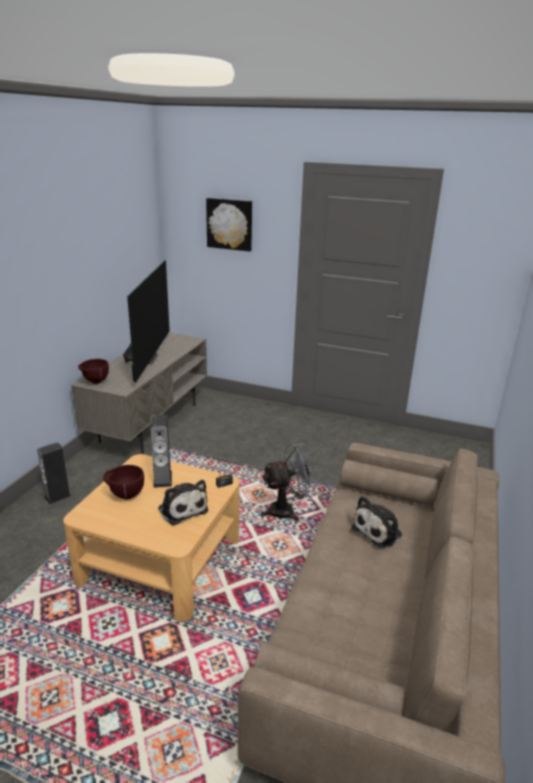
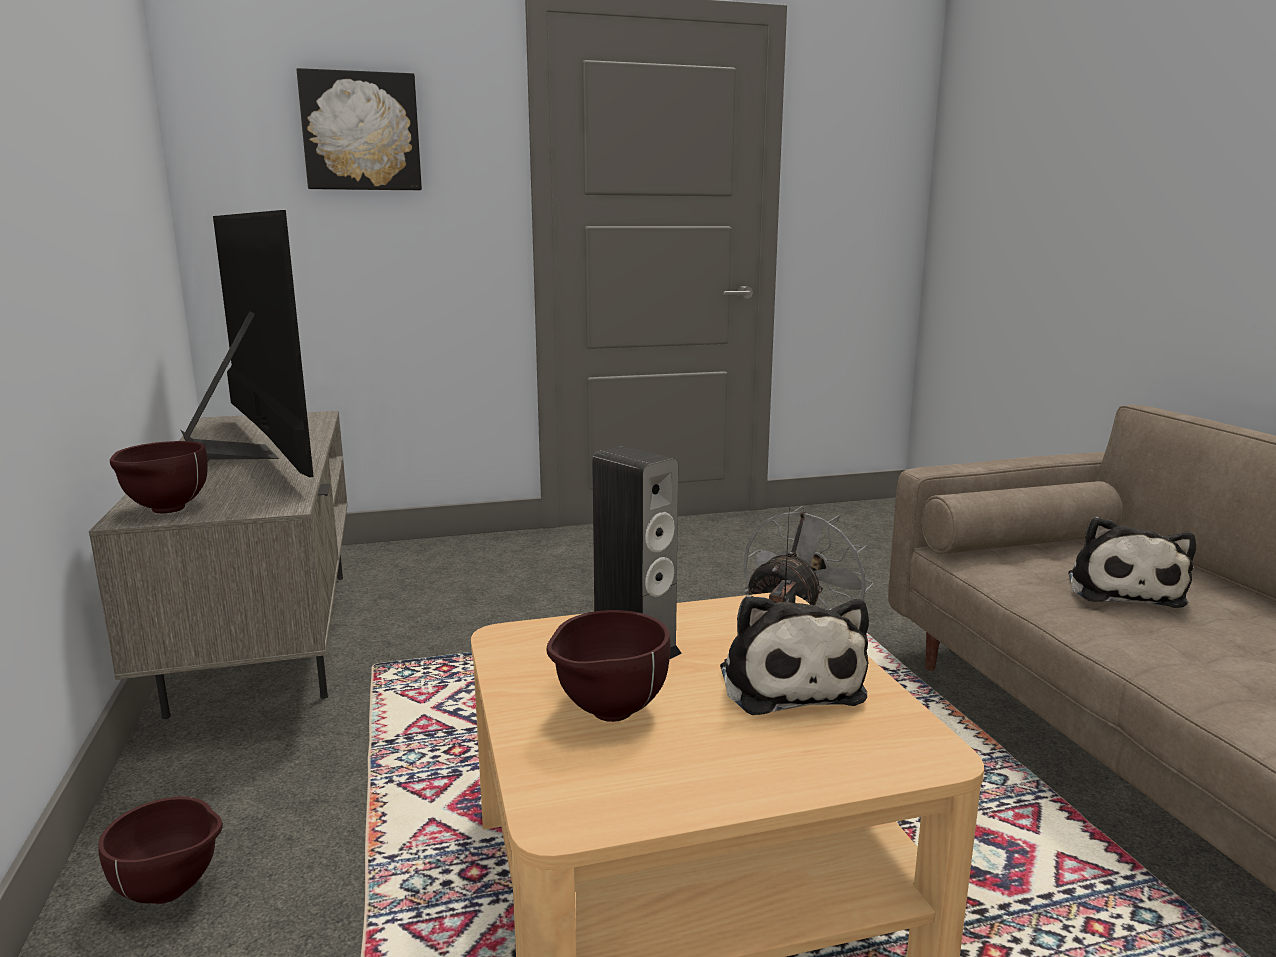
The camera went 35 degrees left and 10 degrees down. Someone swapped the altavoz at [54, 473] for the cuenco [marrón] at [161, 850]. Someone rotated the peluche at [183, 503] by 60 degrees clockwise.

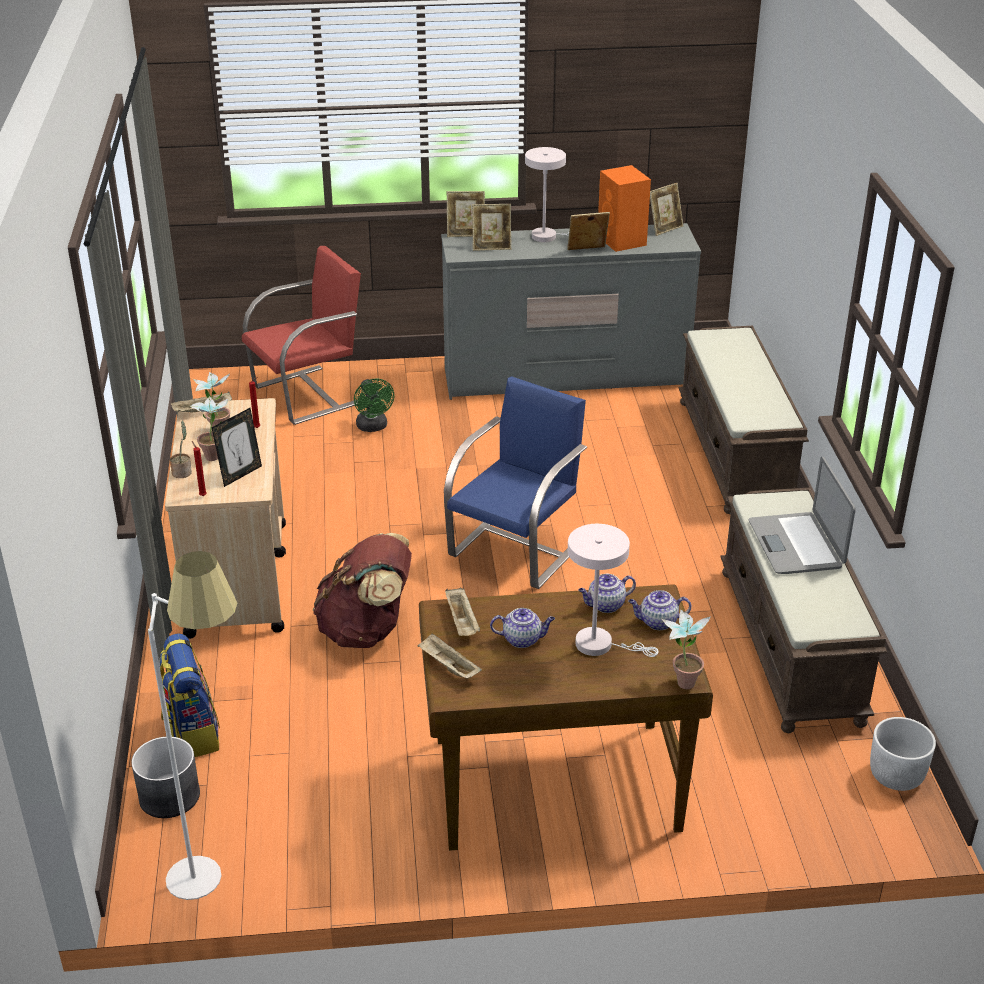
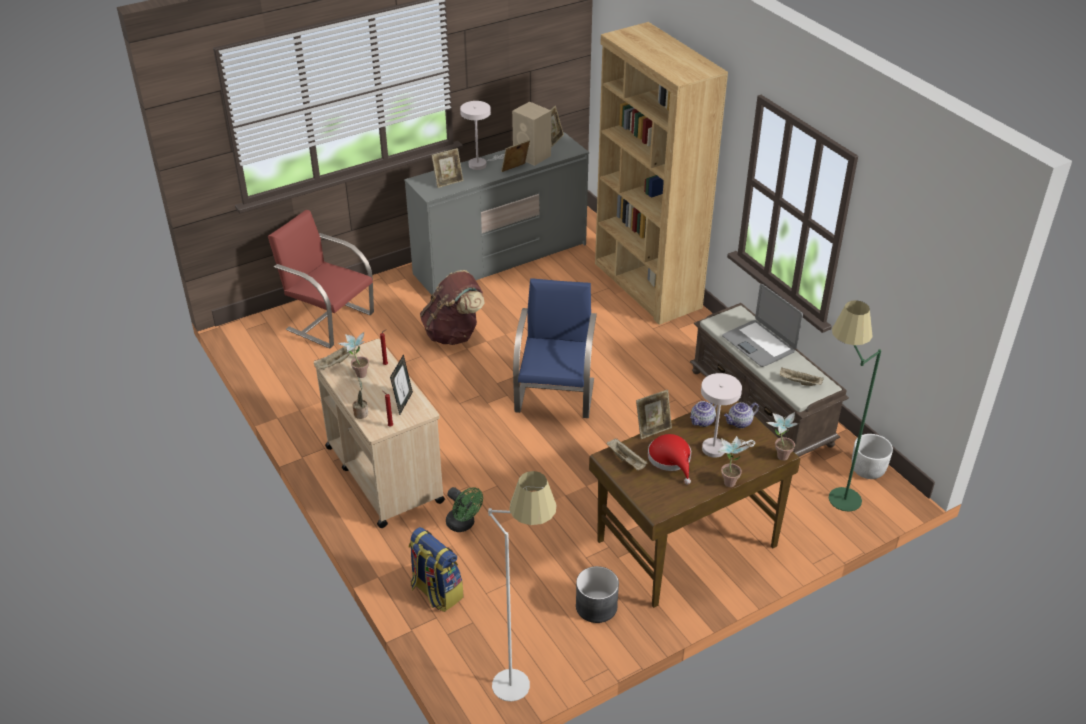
The camera went 25 degrees left and 5 degrees up. Someone rotated the silla [rojo] at [301, 335] by 90 degrees counterclockwise. Someone carried the mochila [marrón] from [362, 590] to [452, 307]. Someone carried the ventilador [verde] from [374, 405] to [464, 509]. Someone repainted the altavoz [naranja] at [624, 208], which became the altavoz [beis] at [531, 134]. Someone carried the maceta [gris] from [165, 777] to [597, 594]. Someone swapped the banco [marrón] at [744, 420] for the estantería [marrón] at [661, 173]. Someone carried the portarretratos from [466, 214] to [654, 414]. Someone swapped the tetera at [522, 628] for the sombrero [rojo] at [669, 459]. Someone carried the planta en maceta from [209, 428] to [734, 461]. Someone carried the bandeja [beis] from [450, 655] to [802, 376]. Someone put down the lámpara de pie [verde] at [855, 406].

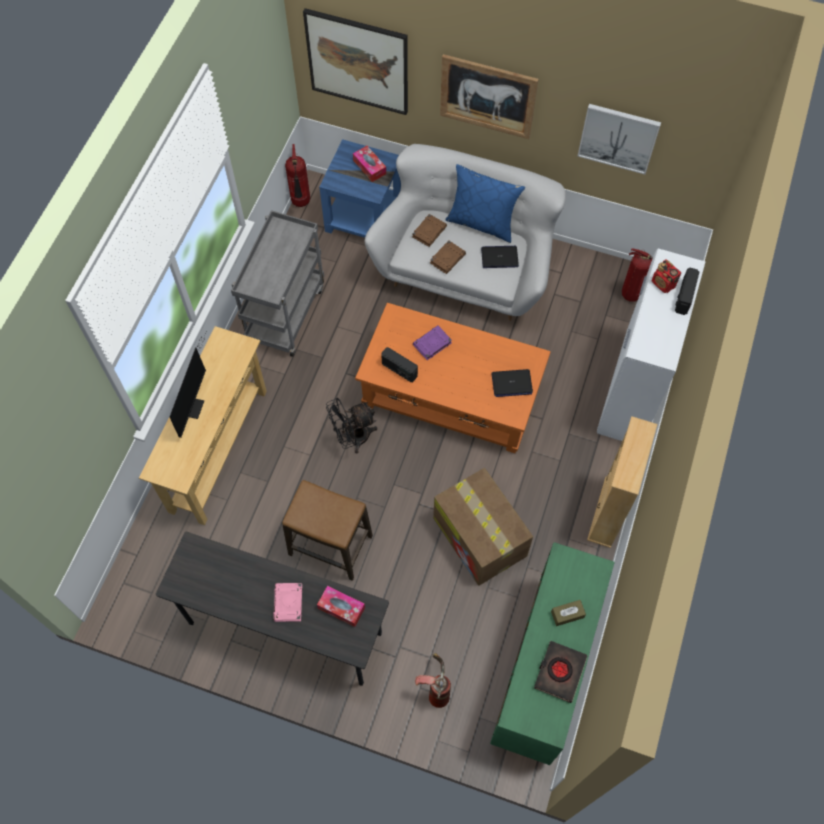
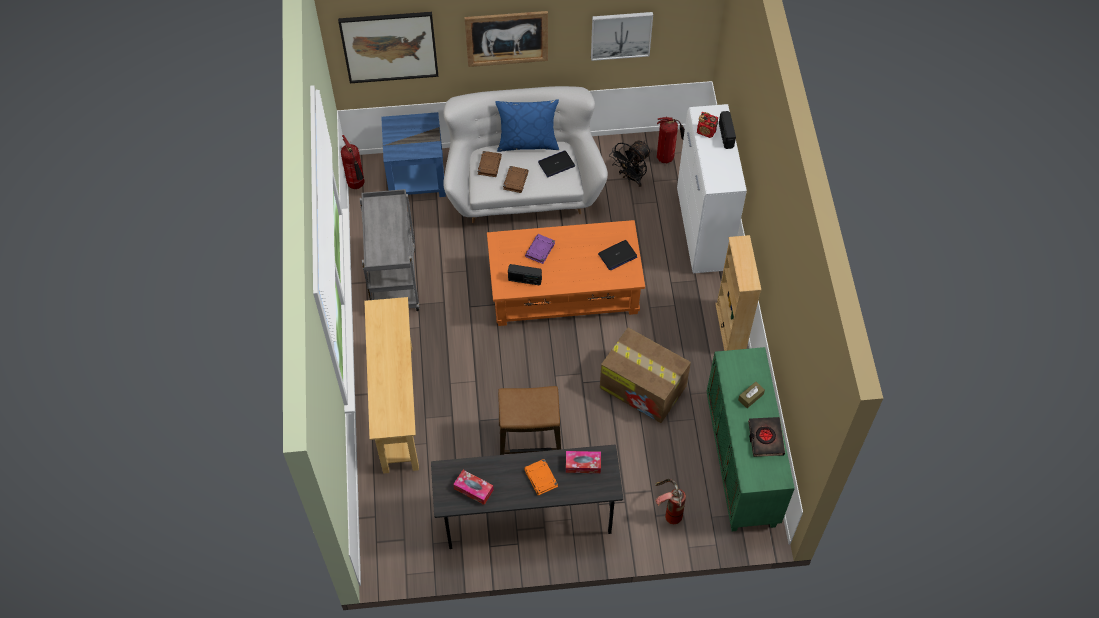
The camera went 25 degrees left and 5 degrees down. Someone carried the caja de pañuelos from [369, 164] to [473, 487]. Someone repainted the libro [rosa] at [288, 602], which became the libro [naranja] at [541, 477]. Someone carried the ventilador [negro] from [351, 425] to [630, 163]. Someone took away the monitor at [188, 385].

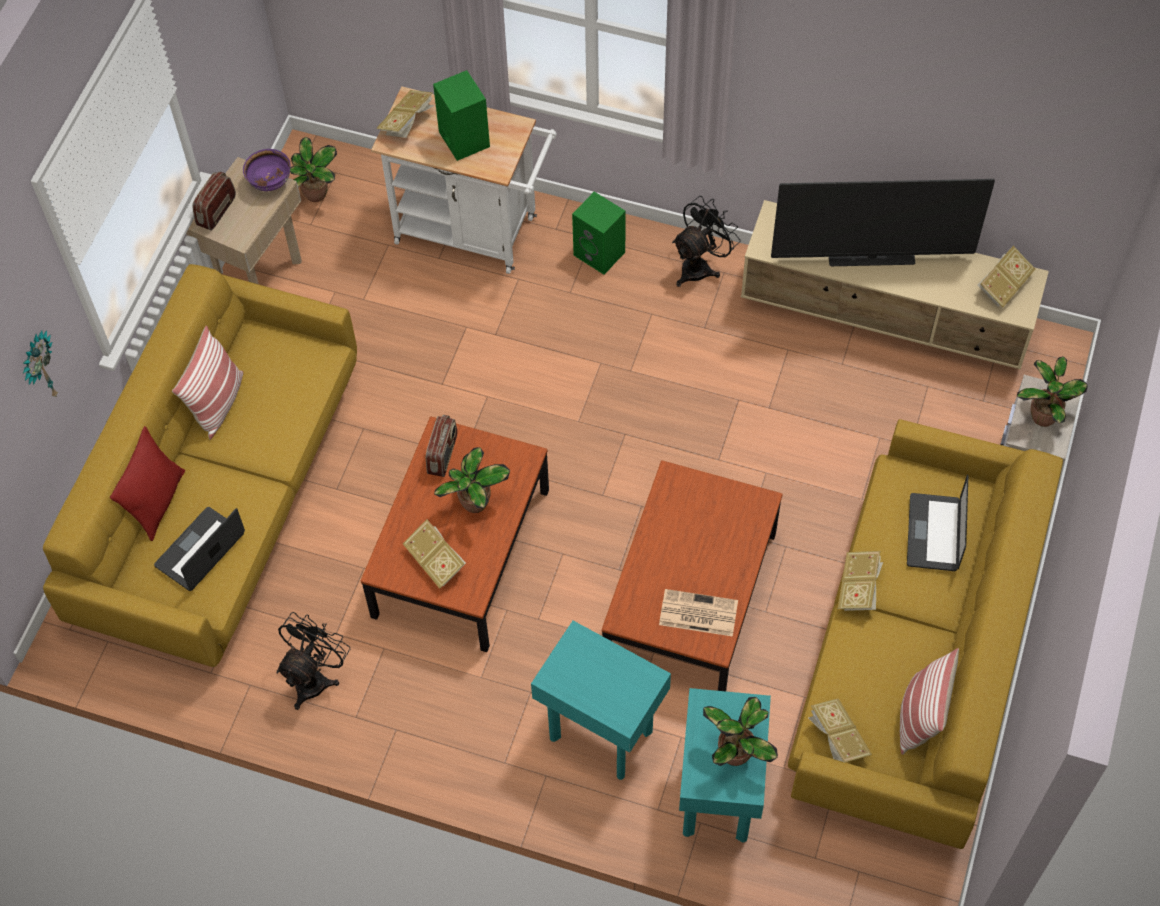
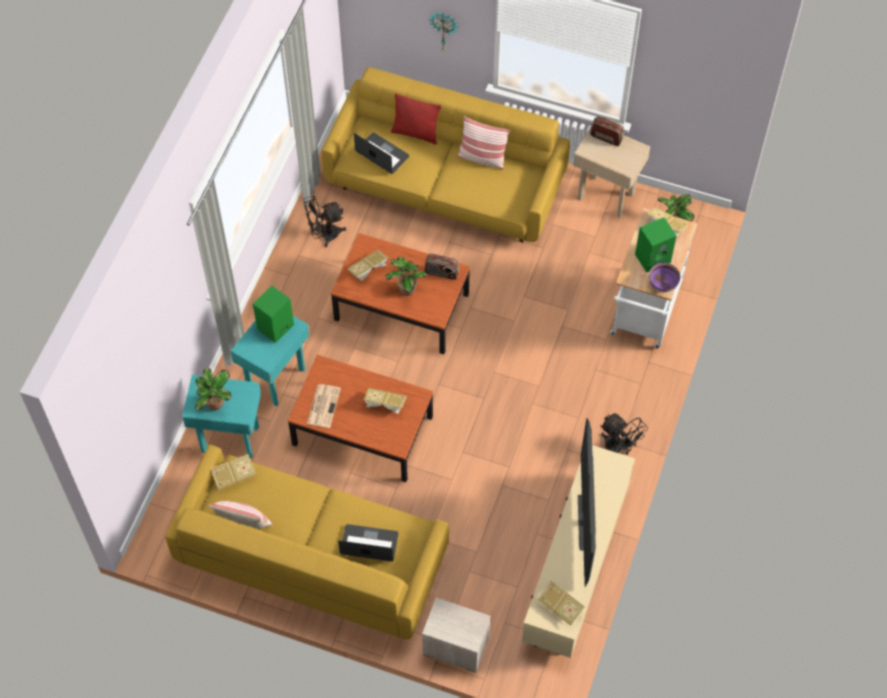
The camera went 90 degrees right and 0 degrees up. Someone carried the altavoz [verde] from [599, 233] to [273, 314]. Someone rotated the ventilador [negro] at [313, 661] by 135 degrees clockwise. Someone carried the libro from [860, 581] to [385, 401]. Someone carried the cuenco [morado] from [267, 170] to [664, 277]. Someone took away the planta en maceta at [1052, 391].

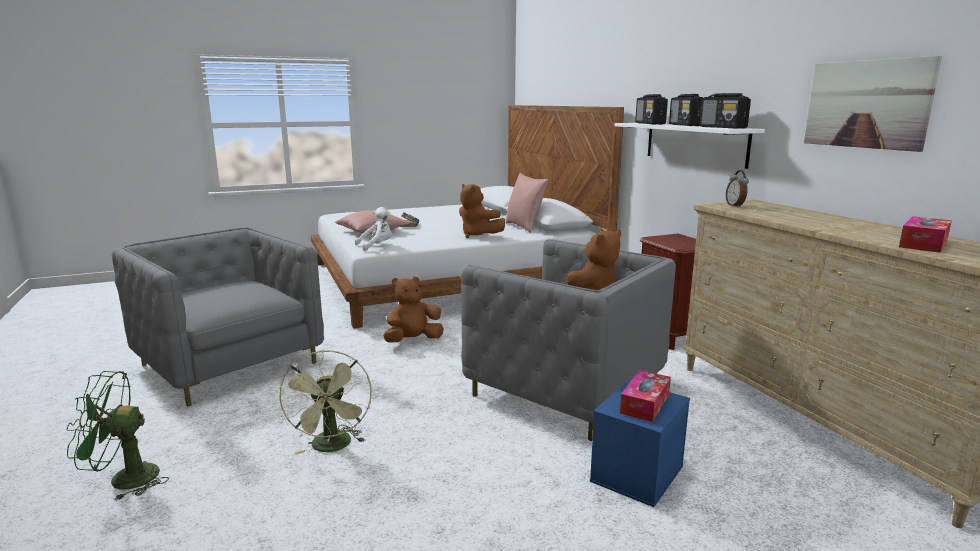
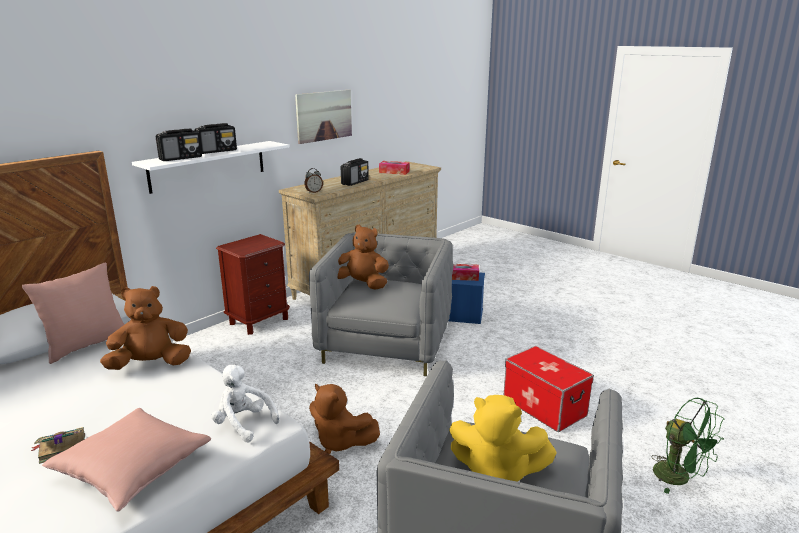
The camera went 115 degrees left and 5 degrees up. Someone rotated the peluche [marrón] at [482, 211] by 135 degrees counterclockwise. Someone carried the radio from [725, 111] to [355, 172]. Someone put down the peluche [amarillo] at [503, 438]. Someone swapped the ventilador [verde] at [325, 402] for the caja de almacenaje at [549, 389].

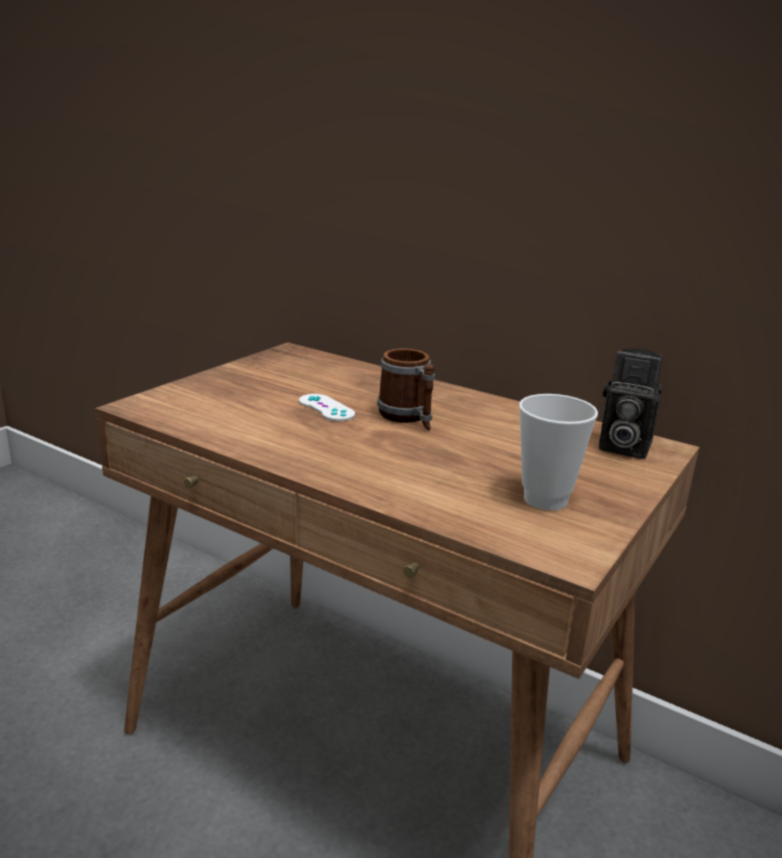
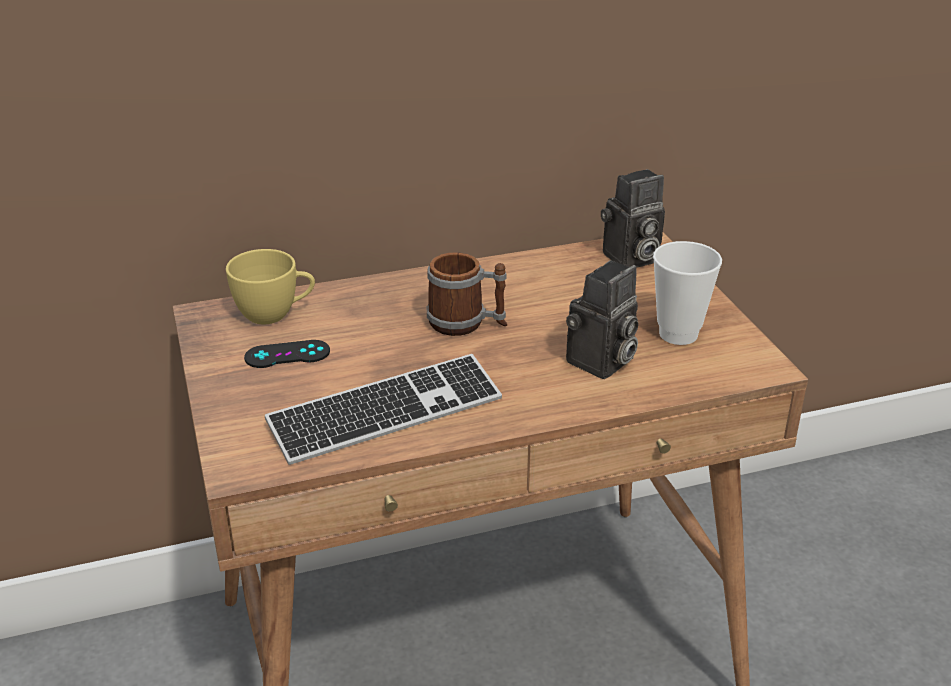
The camera went 50 degrees left and 10 degrees up. Someone put down the taza [amarillo] at [270, 286]. Someone put down the mando de consola [negro] at [287, 354]. Someone put down the teclado at [383, 409]. Someone put down the cámara at [602, 319]. Someone took away the mando de consola [blanco] at [327, 407].

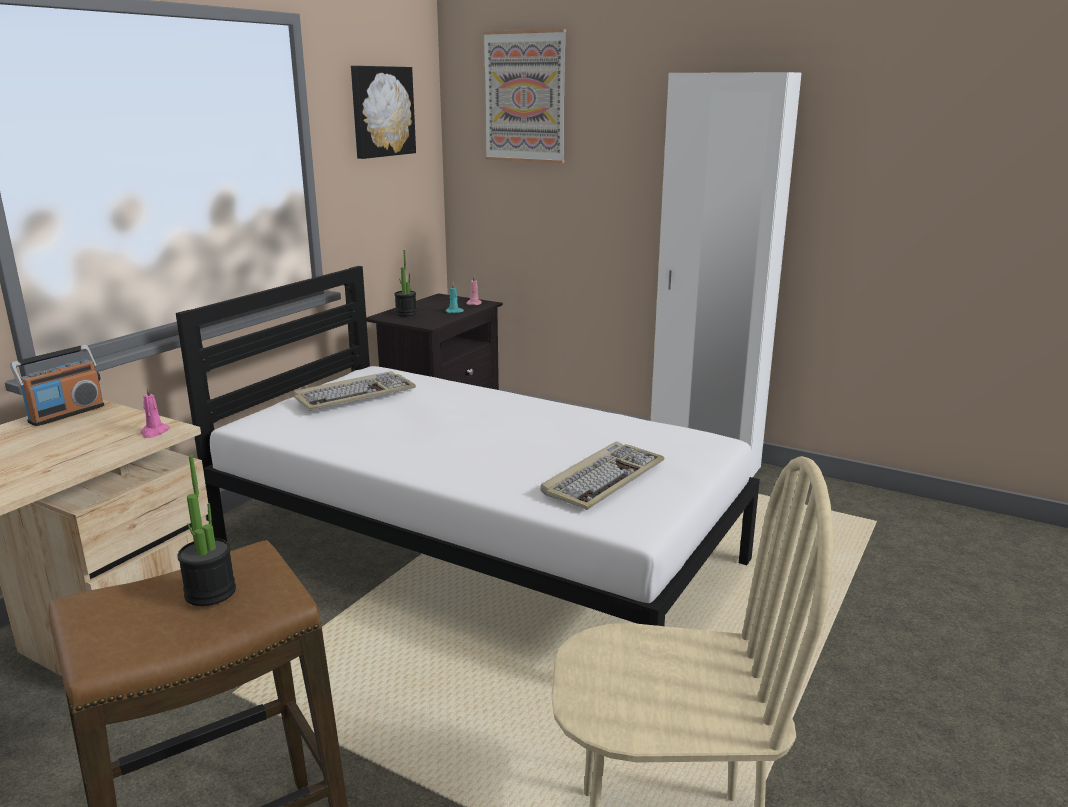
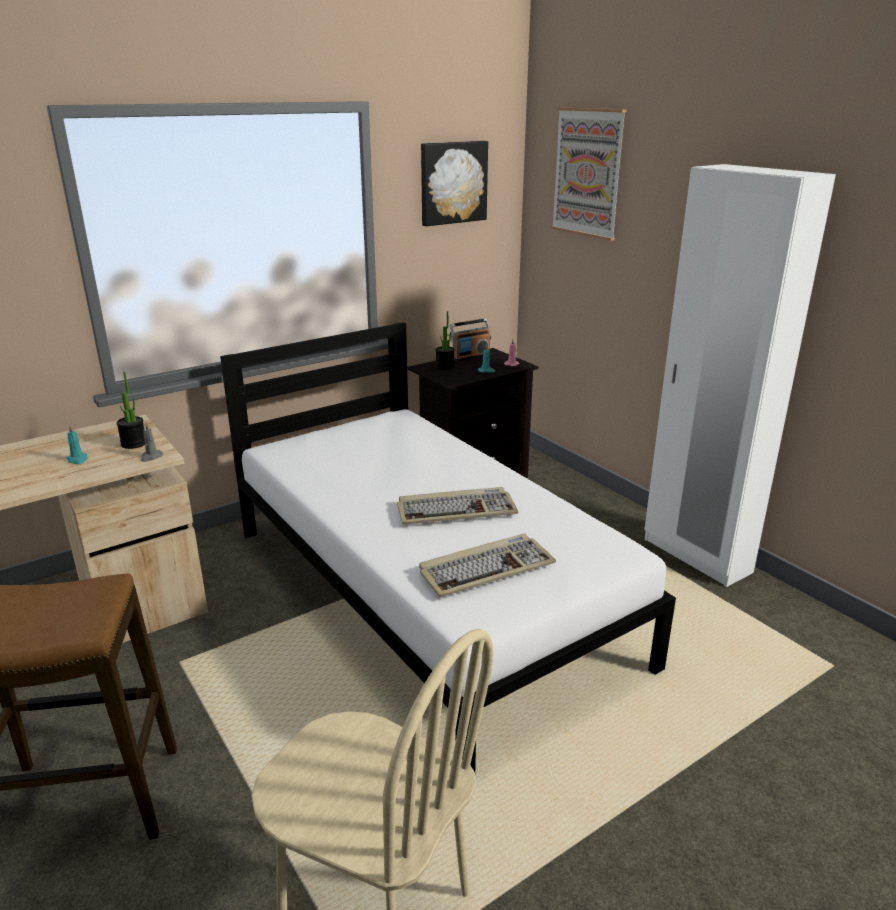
The camera went 25 degrees right and 5 degrees up. Someone put down the vela [turquesa] at [77, 444]. Someone carried the planta en maceta from [206, 530] to [130, 410]. Someone repainted the vela [rosa] at [155, 412], which became the vela [gris] at [152, 442]. Someone carried the teclado from [355, 391] to [457, 506]. Someone carried the radio from [57, 385] to [470, 339].

